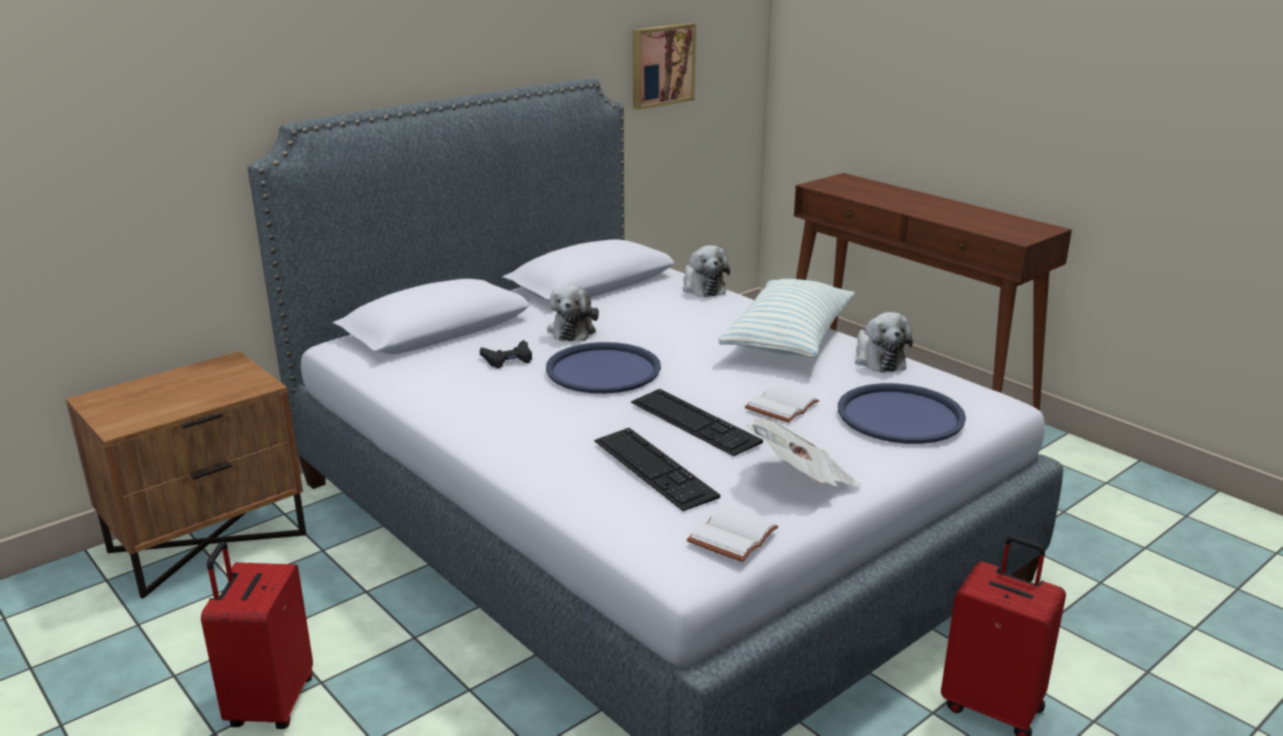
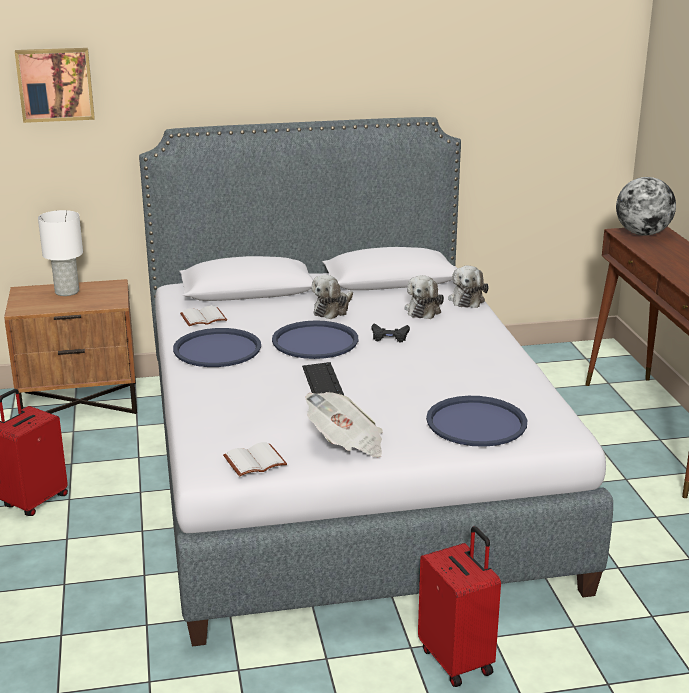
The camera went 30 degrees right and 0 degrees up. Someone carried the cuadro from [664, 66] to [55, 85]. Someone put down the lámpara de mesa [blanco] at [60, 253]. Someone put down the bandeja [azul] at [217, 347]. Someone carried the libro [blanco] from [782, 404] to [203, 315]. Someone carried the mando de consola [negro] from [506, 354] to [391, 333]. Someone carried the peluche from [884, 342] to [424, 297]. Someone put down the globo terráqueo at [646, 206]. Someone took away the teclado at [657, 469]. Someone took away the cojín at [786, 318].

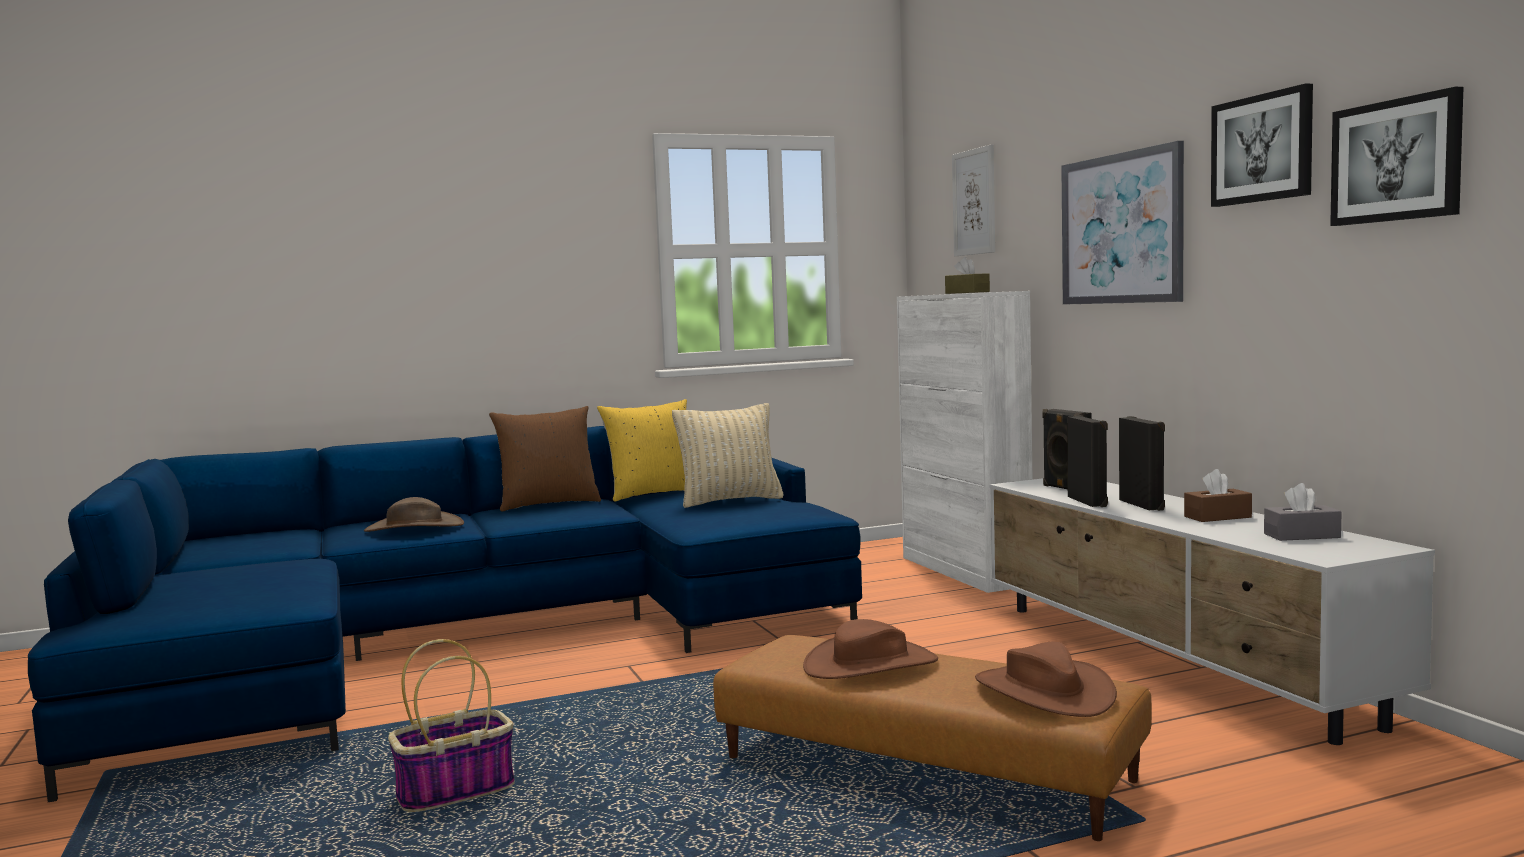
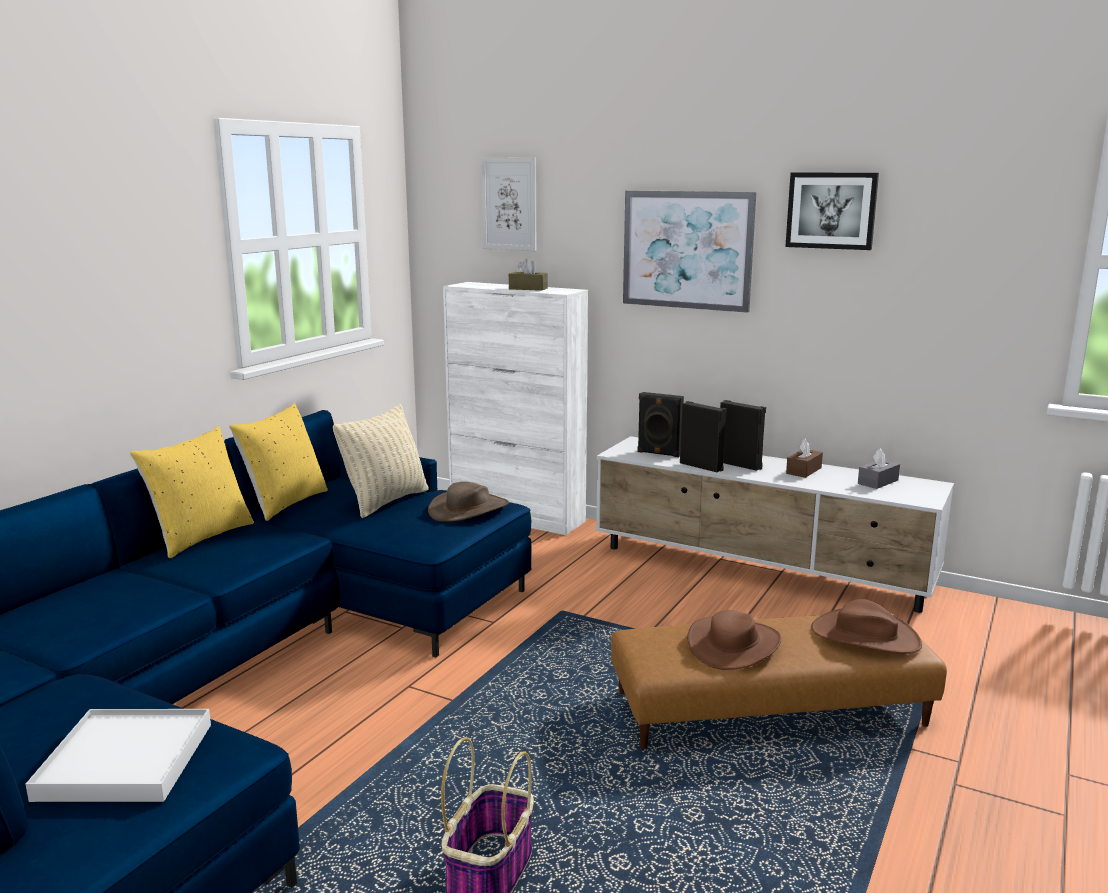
The camera went 40 degrees left and 10 degrees up. Someone put down the bandeja [blanco] at [118, 755]. Someone repainted the cojín [marrón] at [545, 459], which became the cojín [amarillo] at [192, 492]. Someone carried the sombrero [marrón] from [414, 514] to [468, 502]. Someone took away the cuadro at [1396, 156].

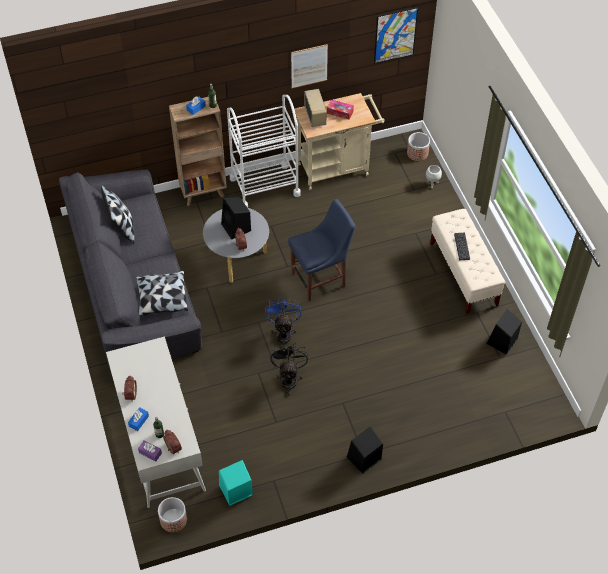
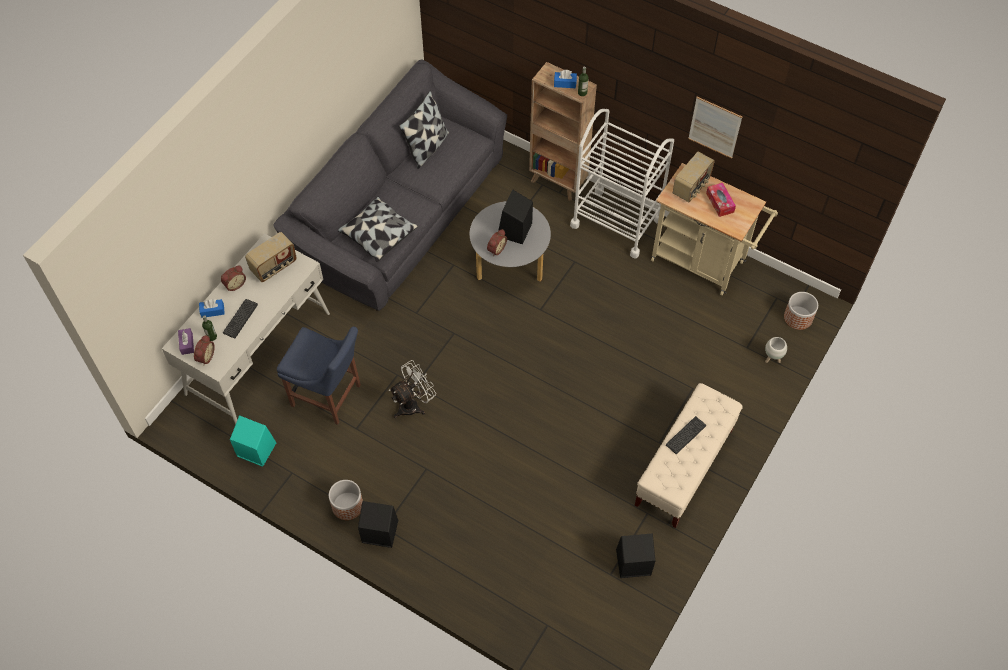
The camera went 50 degrees right and 5 degrees up. Someone put down the teclado at [240, 318]. Someone put down the radio at [271, 257]. Someone carried the silla [azul] from [321, 250] to [319, 376]. Someone carried the maceta from [172, 515] to [346, 500]. Someone repainted the ventilador [negro] at [289, 369], which became the ventilador [blanco] at [412, 389]. Someone took away the ventilador [azul] at [283, 323]. Someone took away the cuadro at [396, 35].

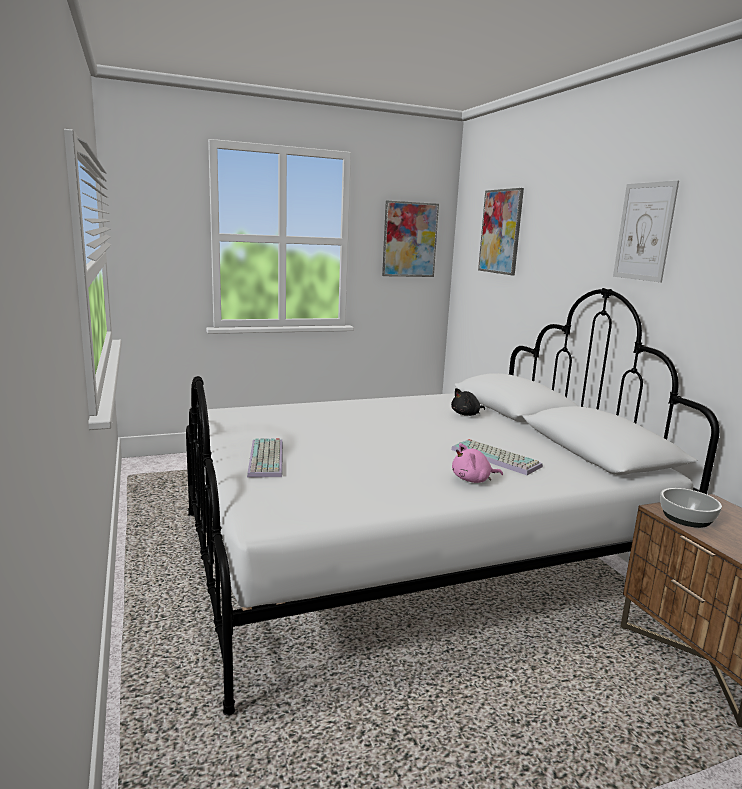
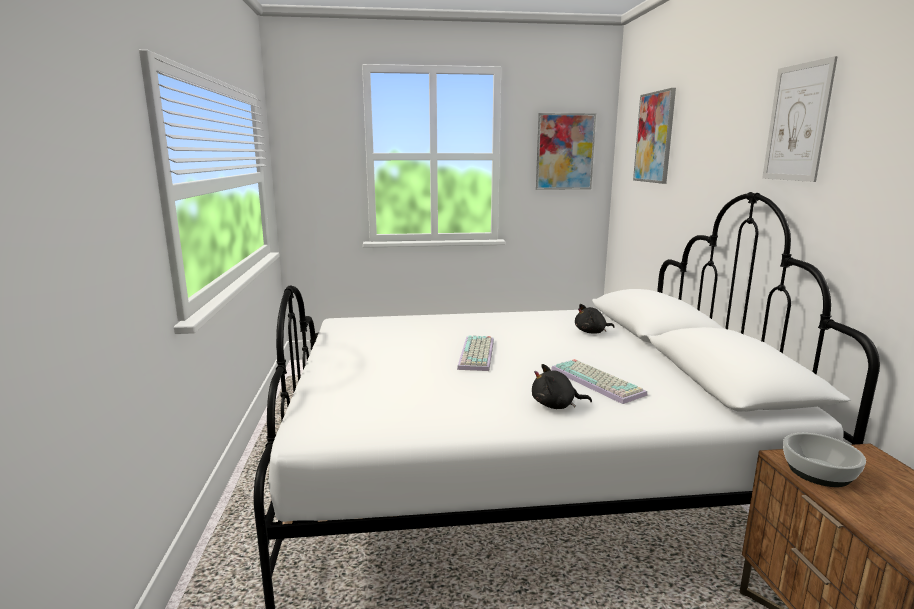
The camera went 15 degrees right and 0 degrees up. Someone carried the teclado from [265, 458] to [475, 353]. Someone repainted the peluche [rosa] at [477, 463], which became the peluche [negro] at [562, 386].

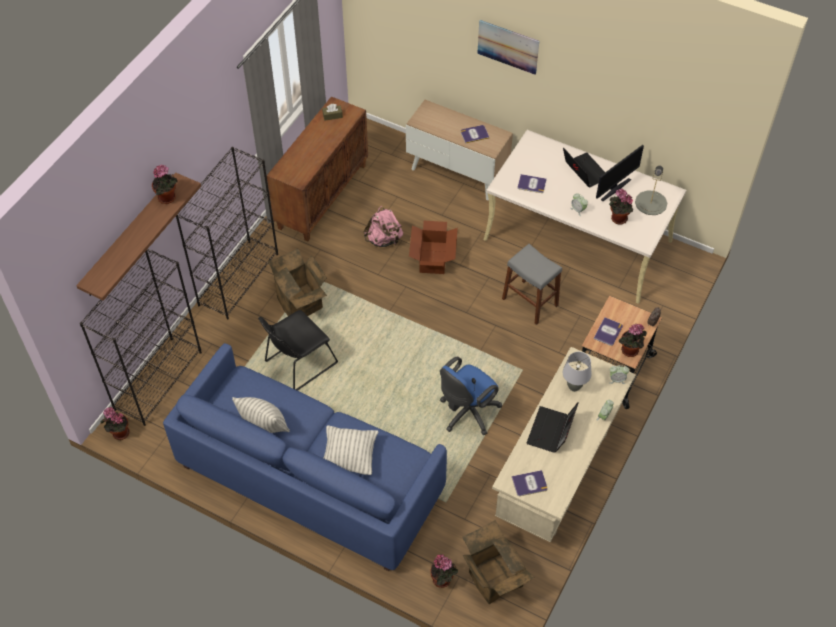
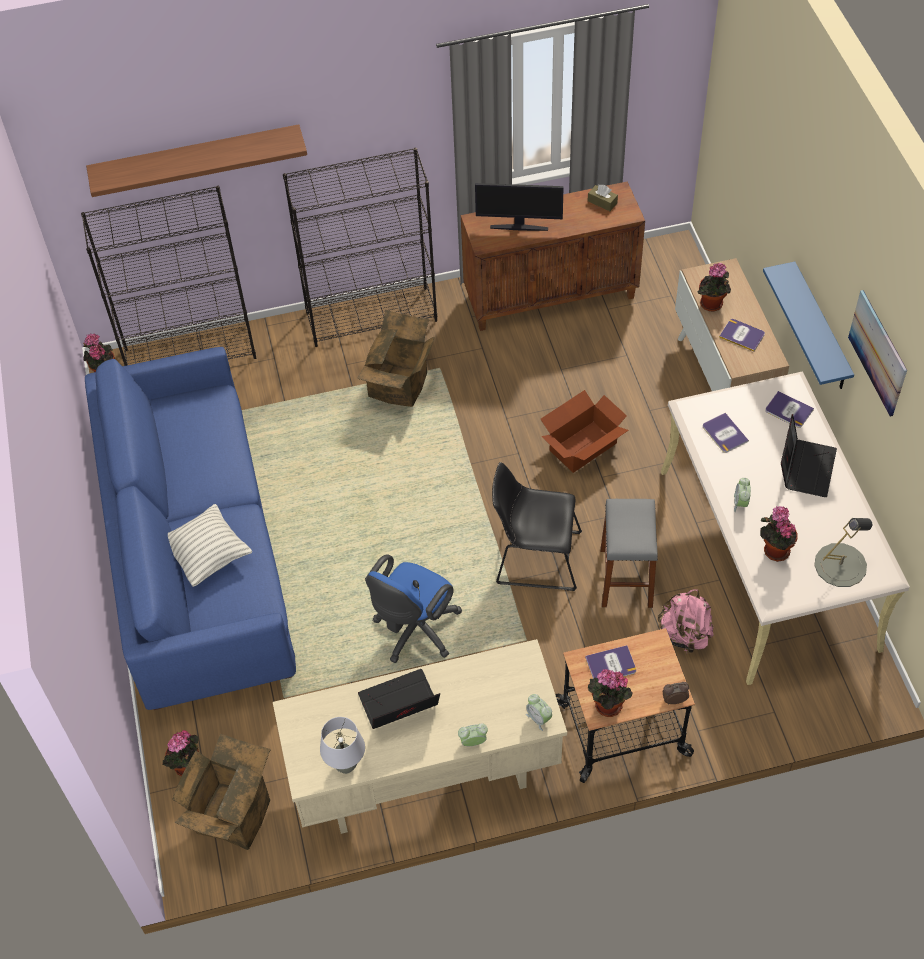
The camera went 50 degrees right and 0 degrees up. Someone carried the lámpara de mesa [gris] from [577, 372] to [342, 745]. Someone rotated the silla de oficina [azul] at [471, 396] by 60 degrees counterclockwise. Someone carried the monitor from [620, 173] to [519, 207]. Someone carried the silla [negro] from [298, 350] to [537, 526]. Someone carried the mochila [rosa] from [383, 226] to [686, 620]. Someone carried the planta en maceta from [165, 184] to [714, 287]. Someone put up the estante [azul] at [808, 325]. Someone carried the libro from [530, 483] to [789, 409]. Someone carried the cuadro from [508, 47] to [877, 353]. Someone took away the cojín at [261, 415].

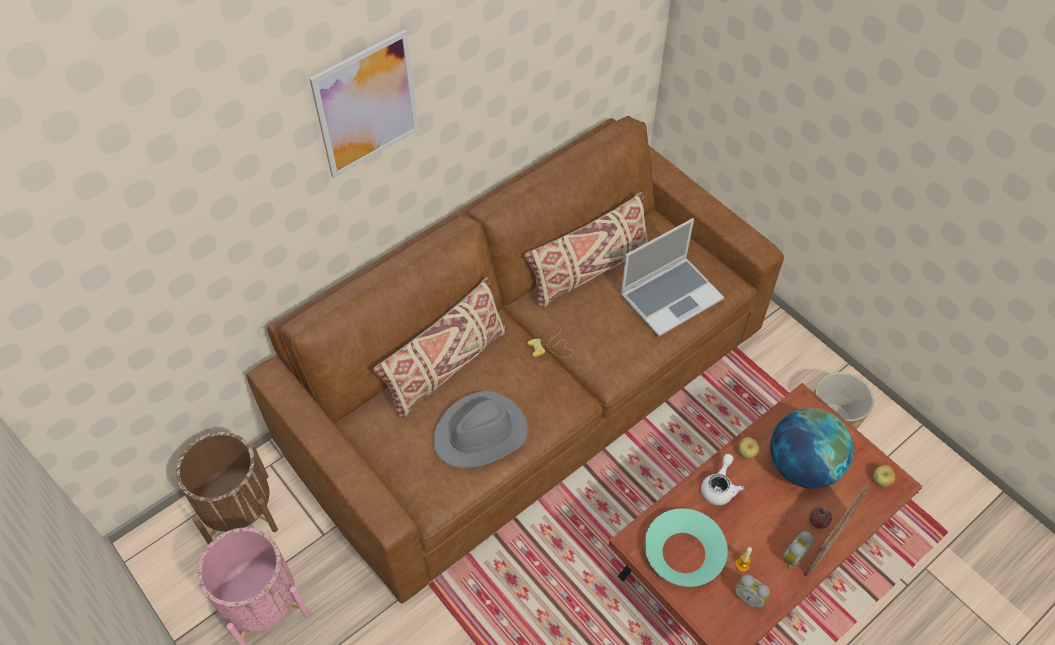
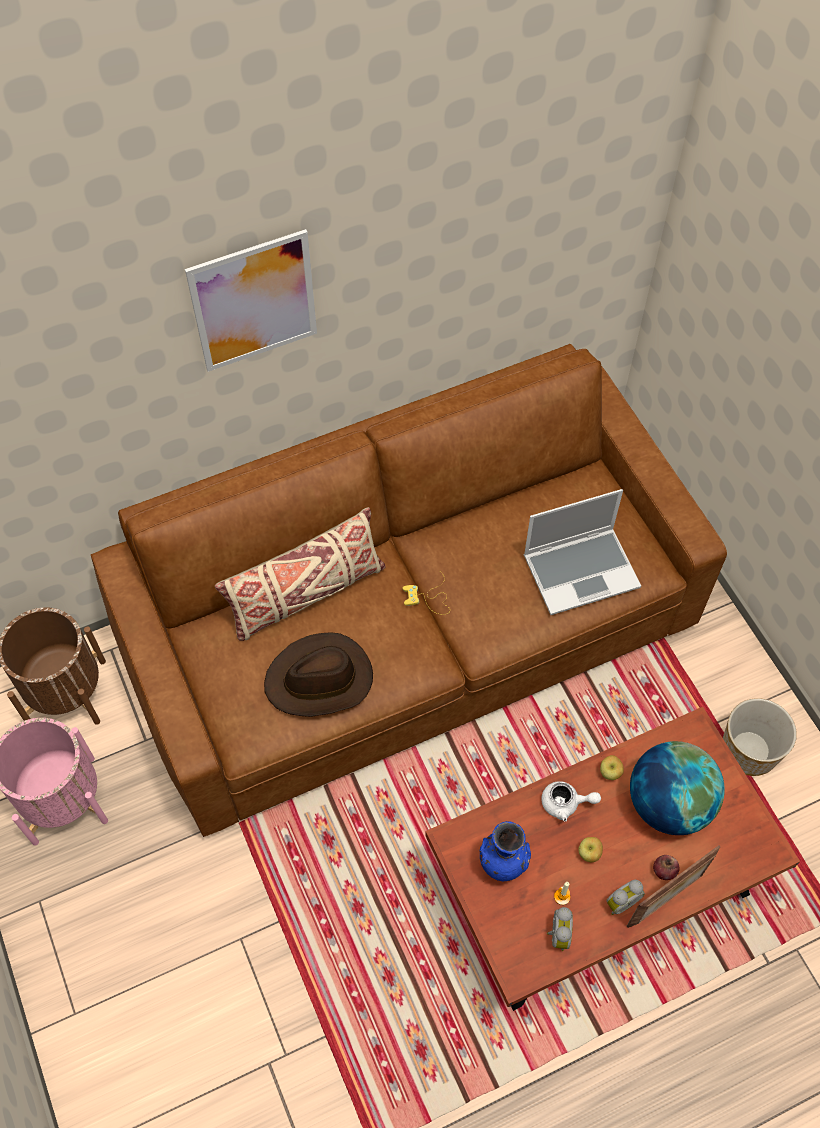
The camera went 15 degrees right and 5 degrees up. Someone repainted the sombrero [gris] at [480, 429], which became the sombrero [marrón] at [318, 674]. Someone swapped the cuenco [turquesa] at [686, 547] for the florero [azul] at [505, 851]. Someone rotated the tetera [blanco] at [722, 479] by 60 degrees clockwise. Someone rotated the despertador at [752, 592] by 135 degrees counterclockwise. Someone carried the manzana from [884, 476] to [591, 849]. Someone took away the cojín [beis] at [586, 249].

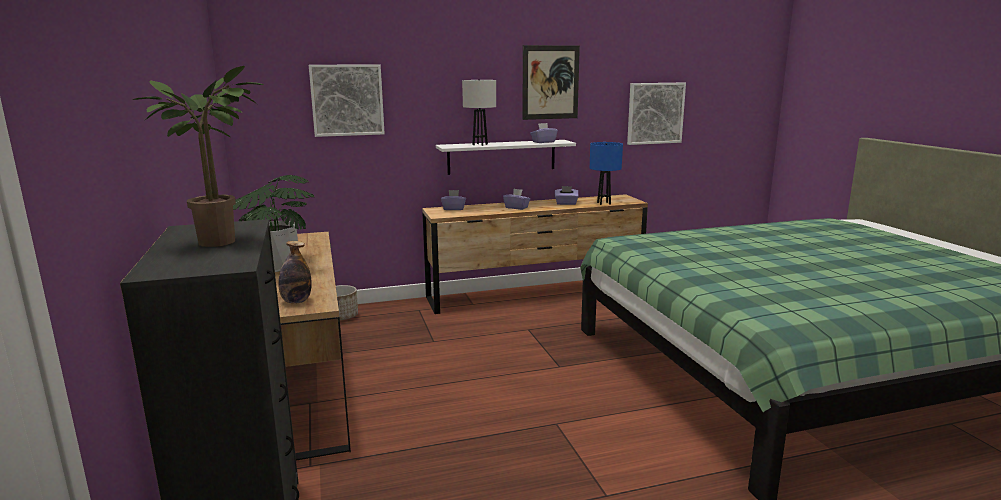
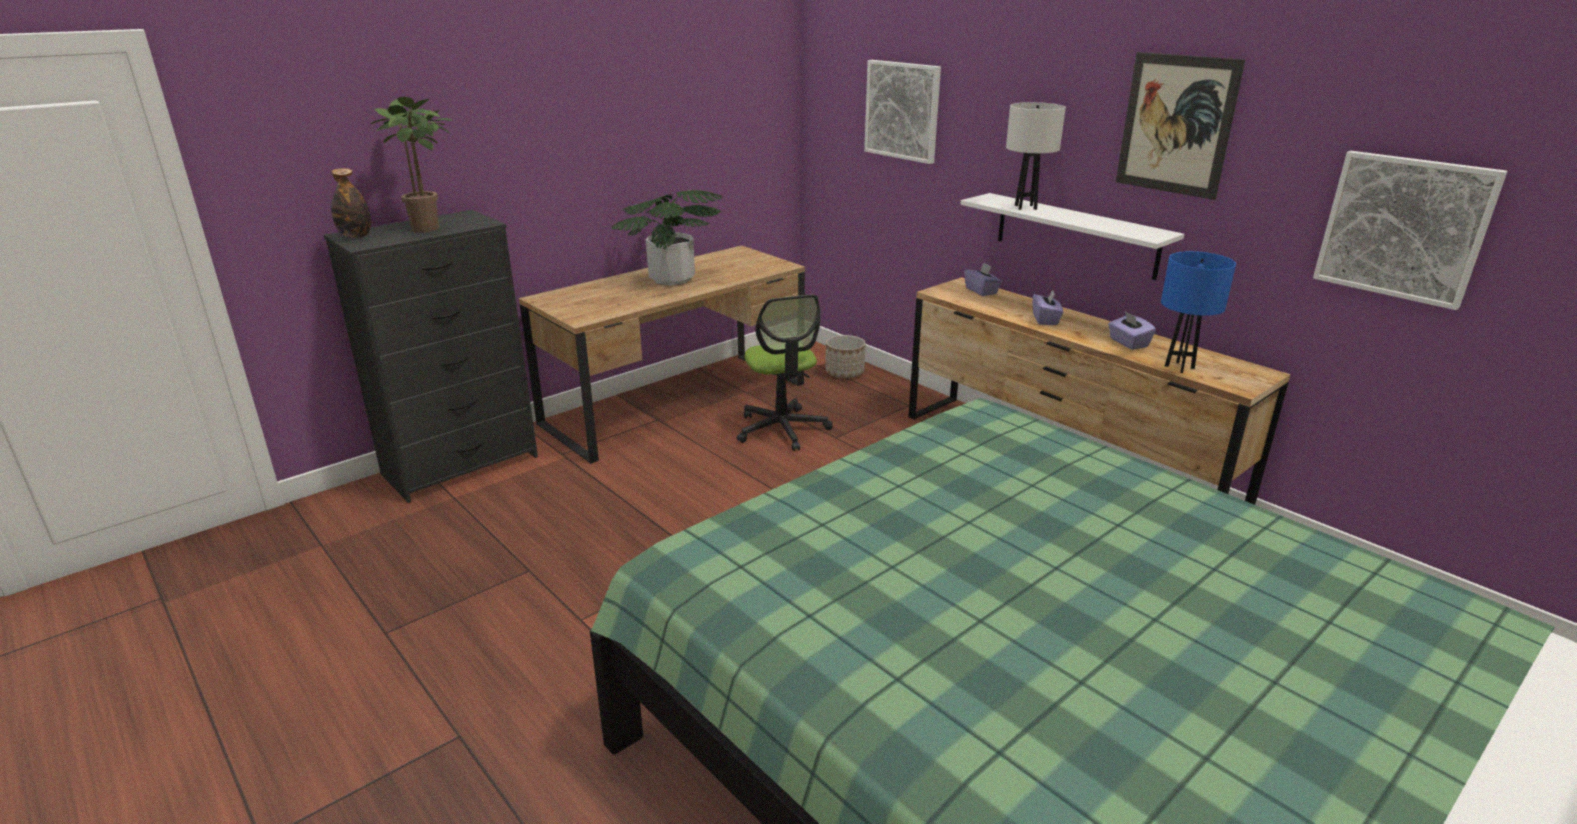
The camera went 65 degrees right and 10 degrees up. Someone carried the botella from [295, 272] to [351, 203]. Someone put down the silla de oficina at [785, 372]. Someone took away the caja de pañuelos [morado] at [544, 133].

